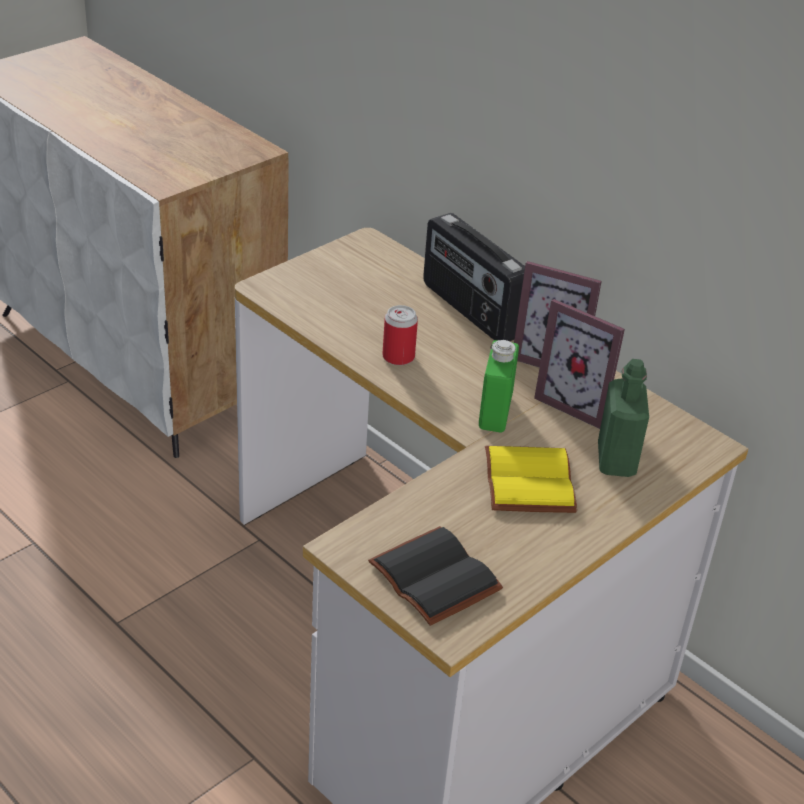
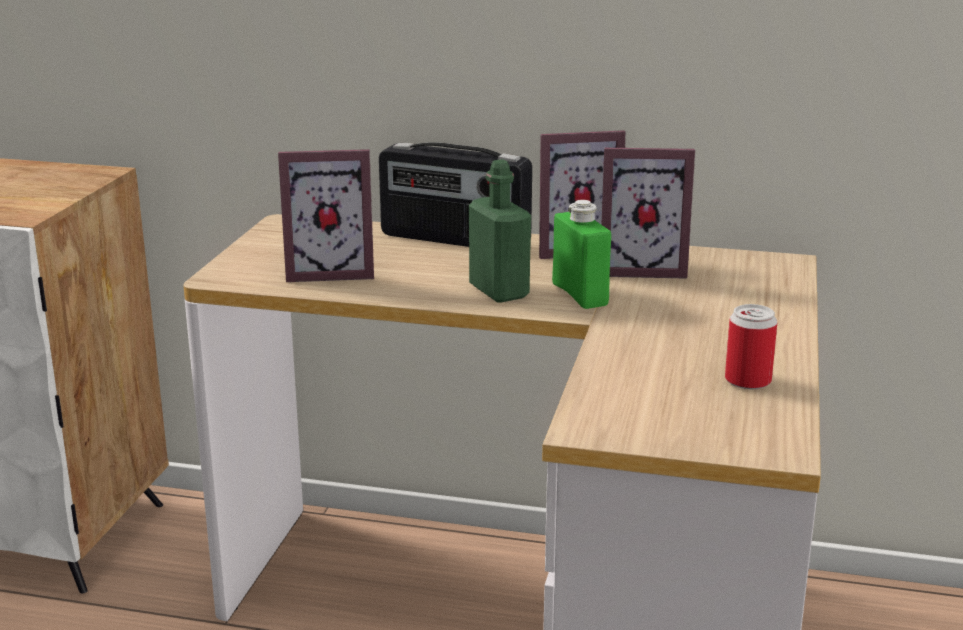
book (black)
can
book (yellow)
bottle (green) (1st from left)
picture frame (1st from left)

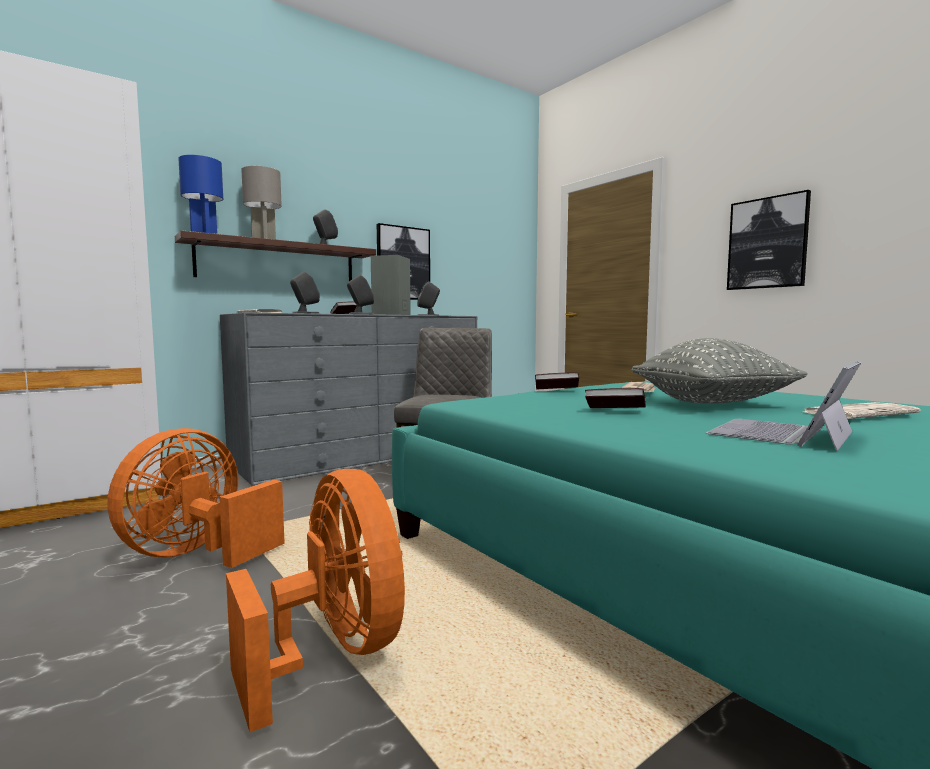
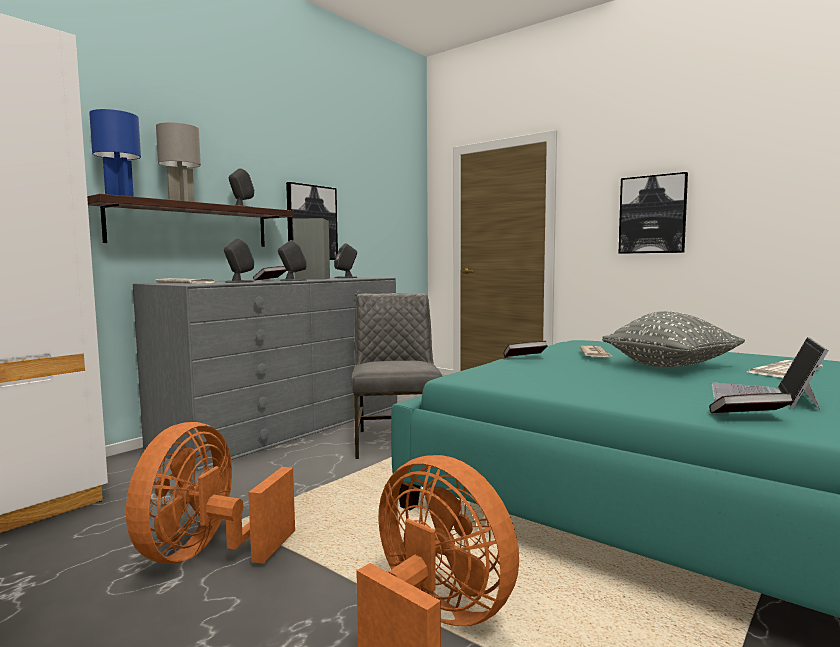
book (3rd from left)

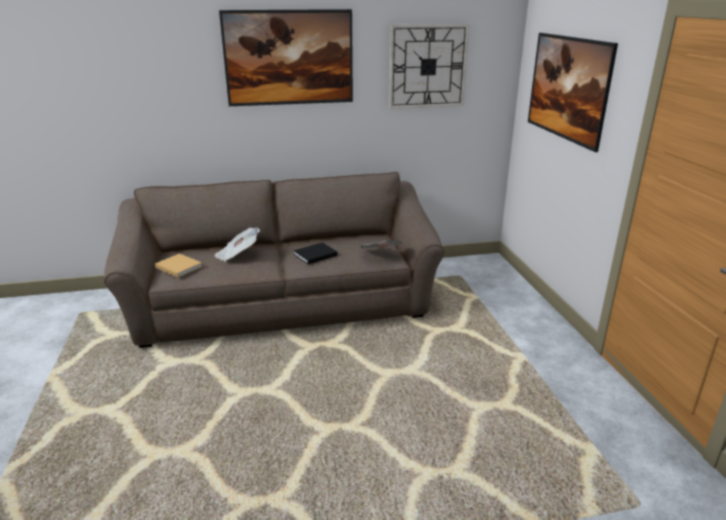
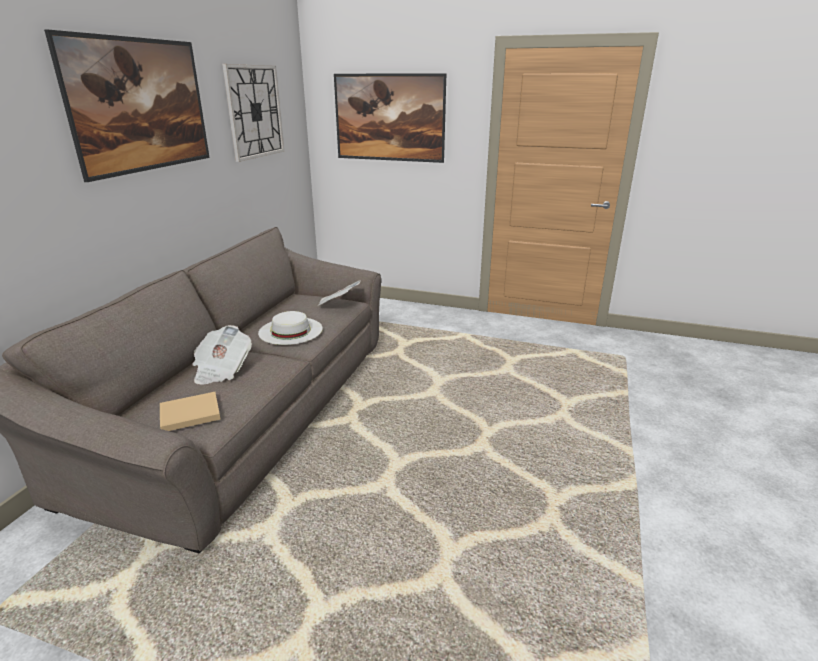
hat (white)

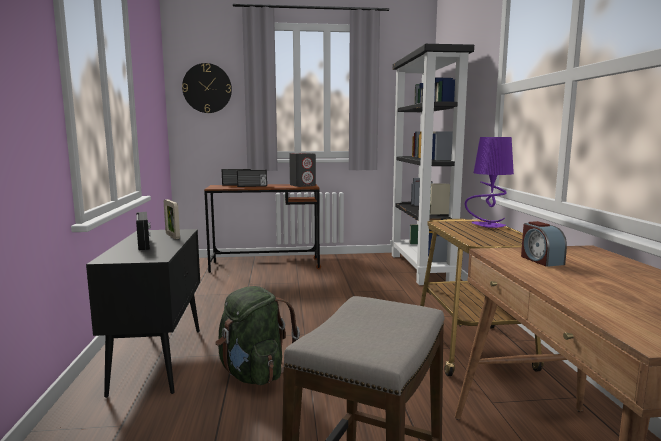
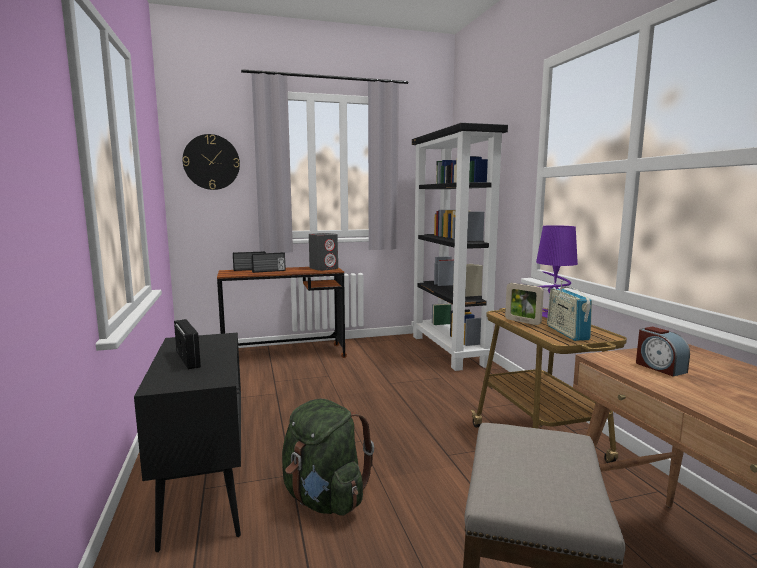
picture frame
radio (4th from left)

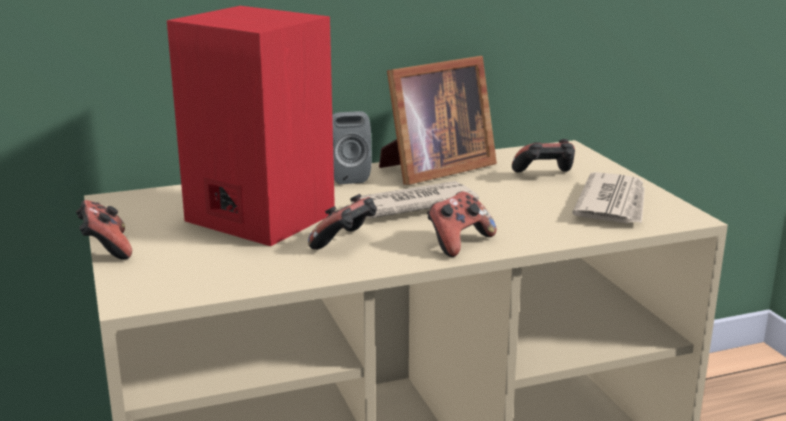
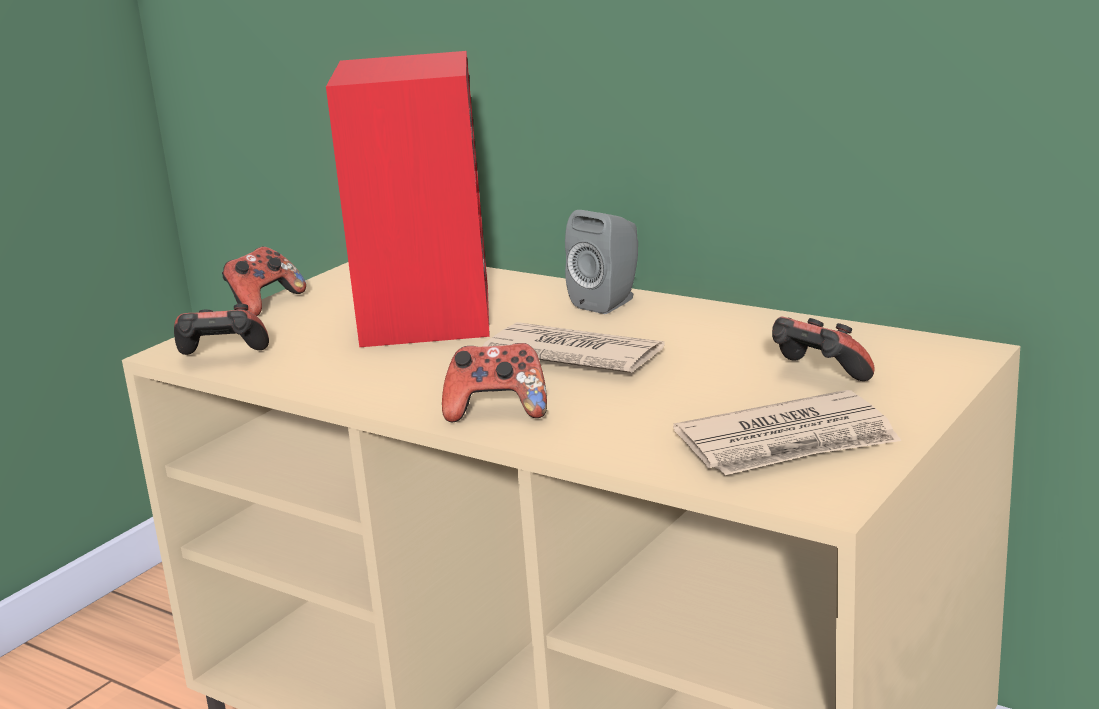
game controller (1st from left)
picture frame

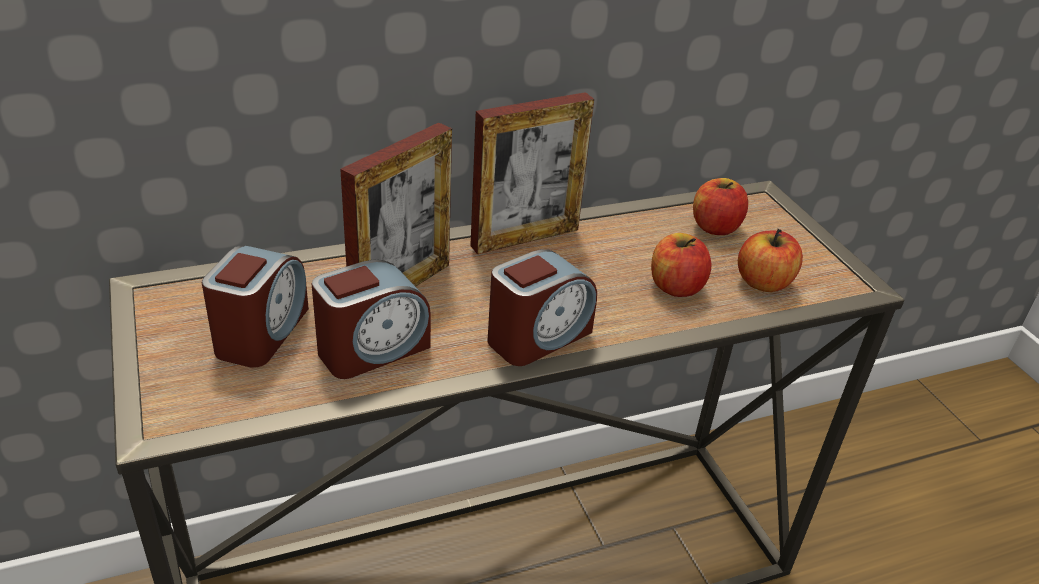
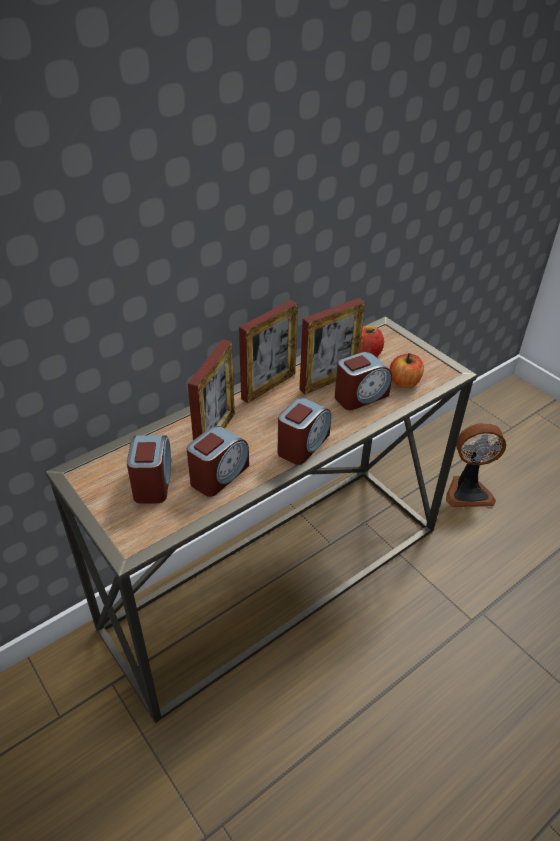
alarm clock (4th from left)
picture frame (3rd from left)
fan

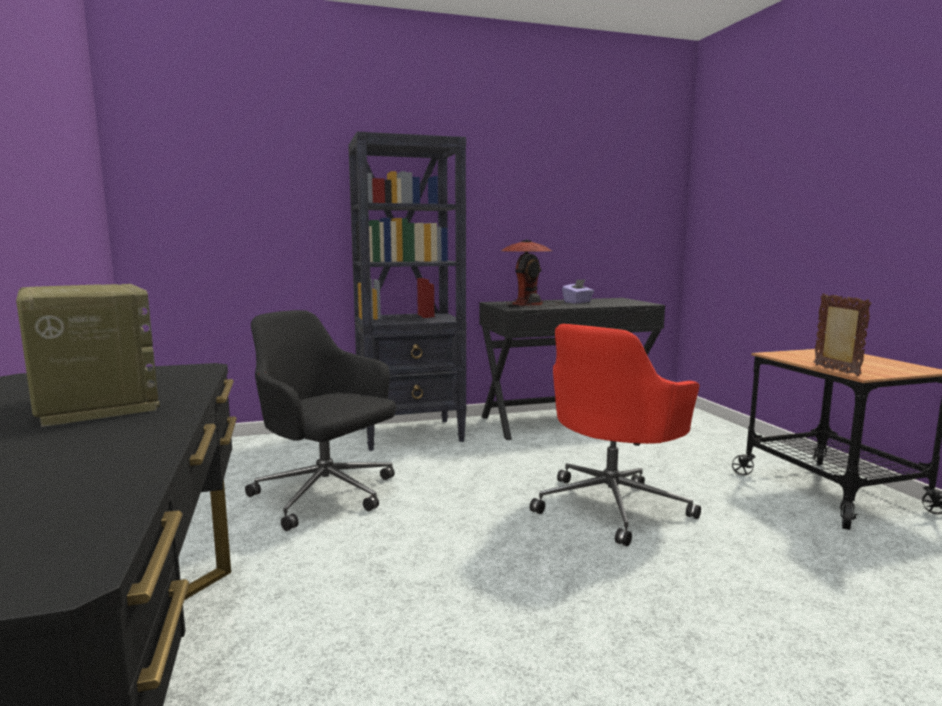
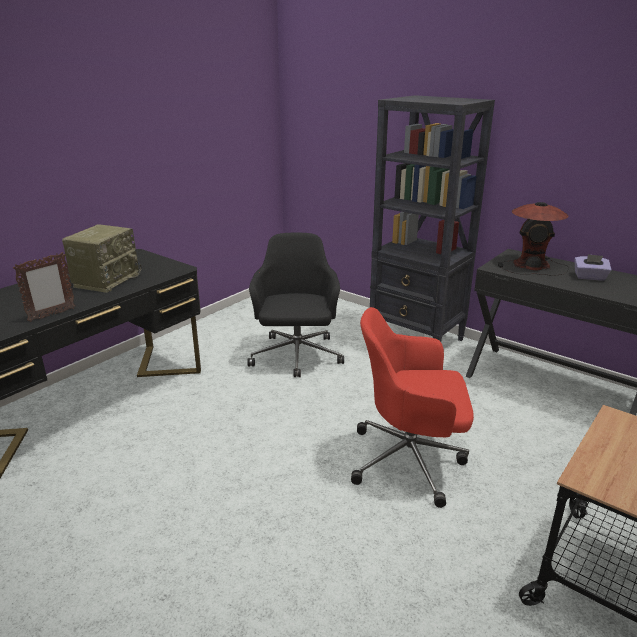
picture frame

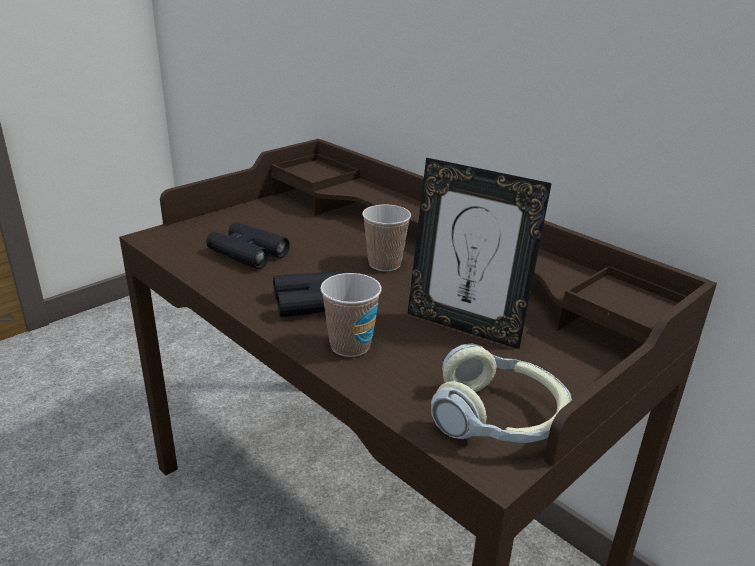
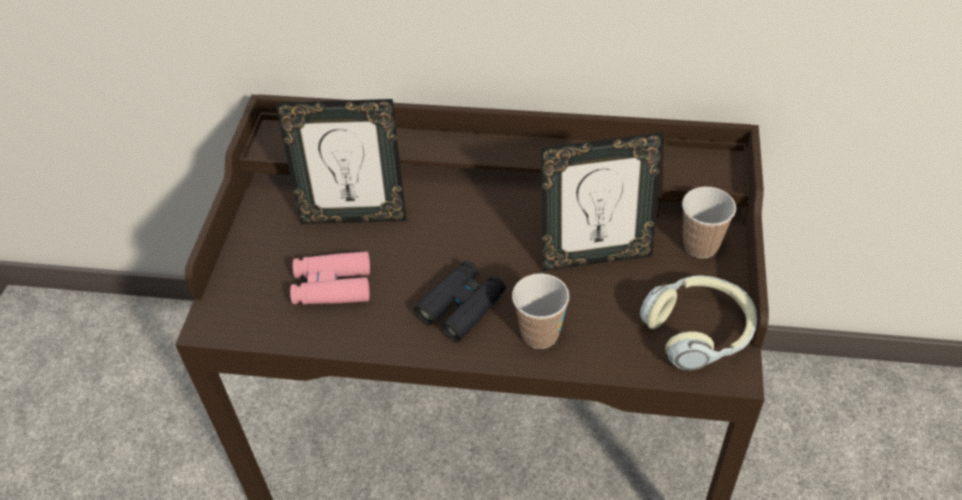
binoculars (pink)
cup (2nd from left)
picture frame (1st from left)

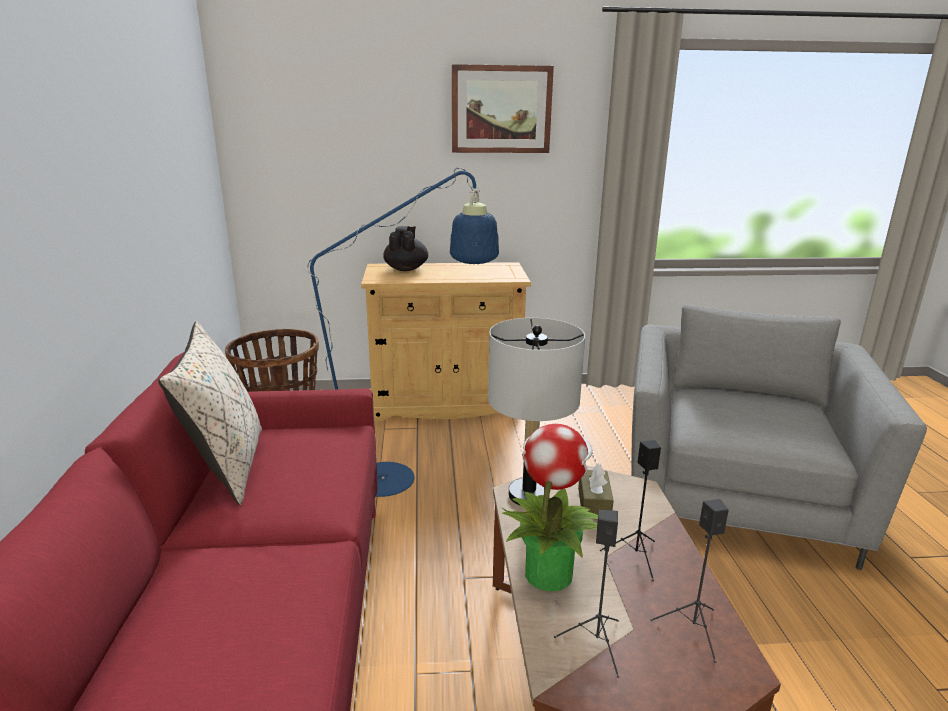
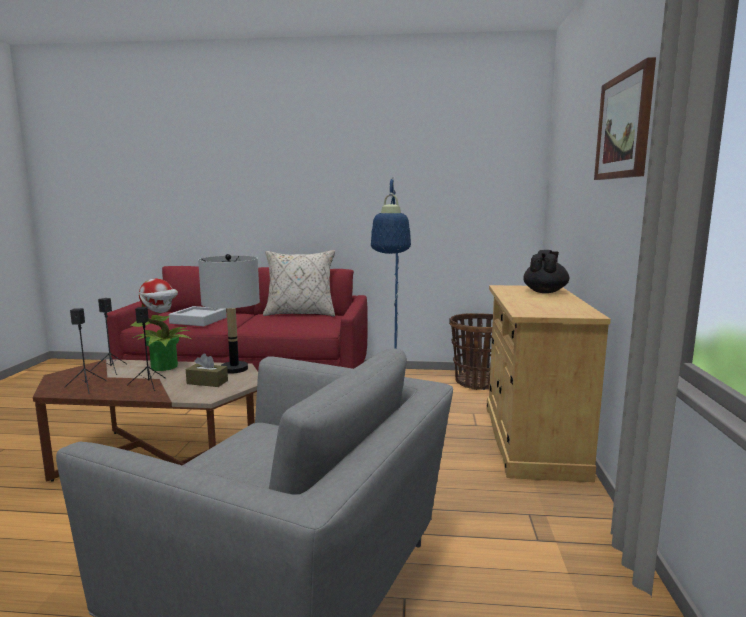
teapot (black)
tray (grey)

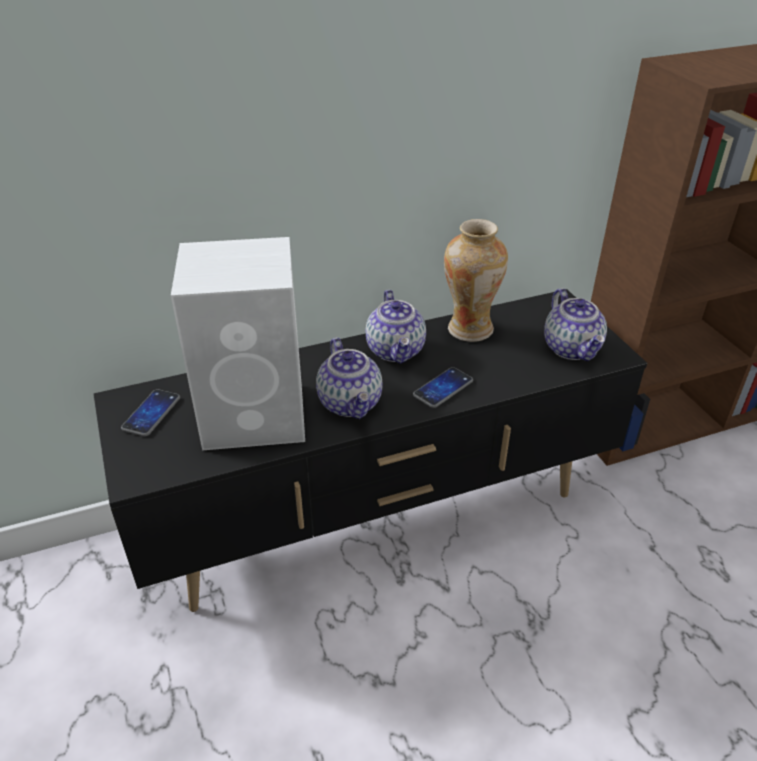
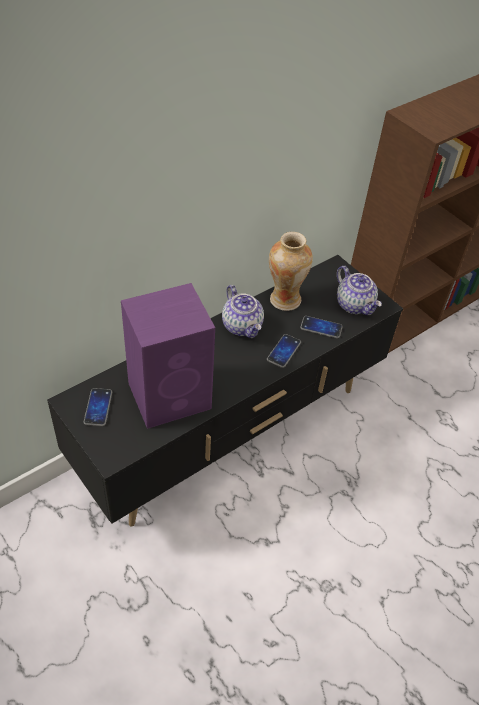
speaker (purple)
teapot (1st from left in the first image)
phone (3rd from left)

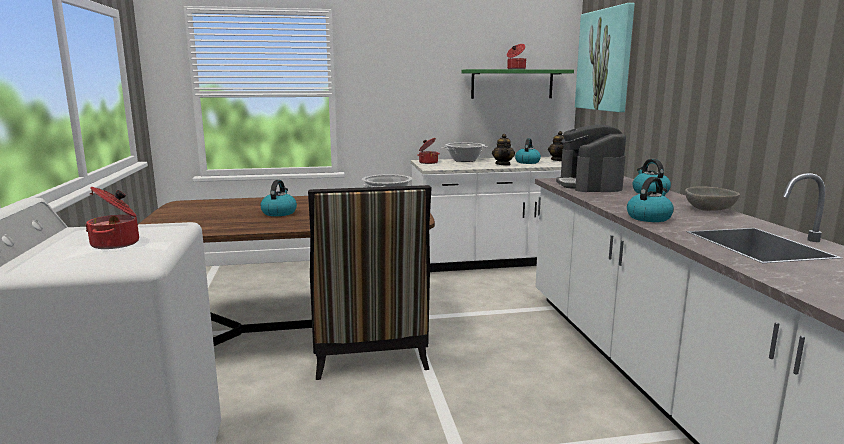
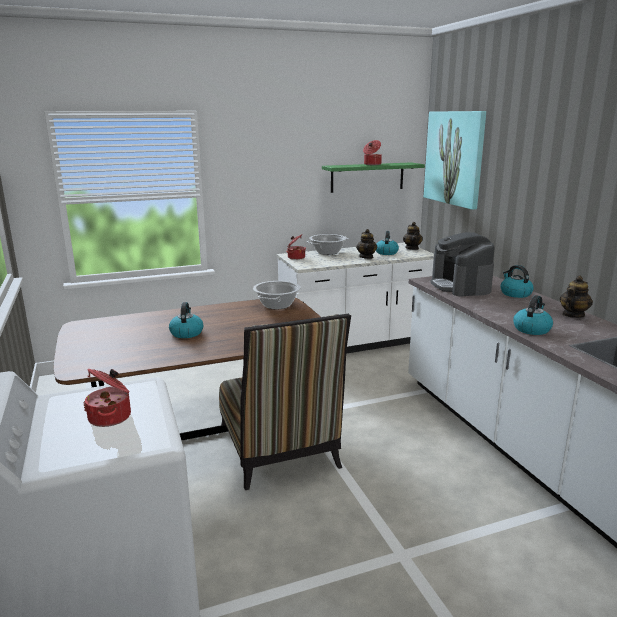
teapot (3rd from left)

